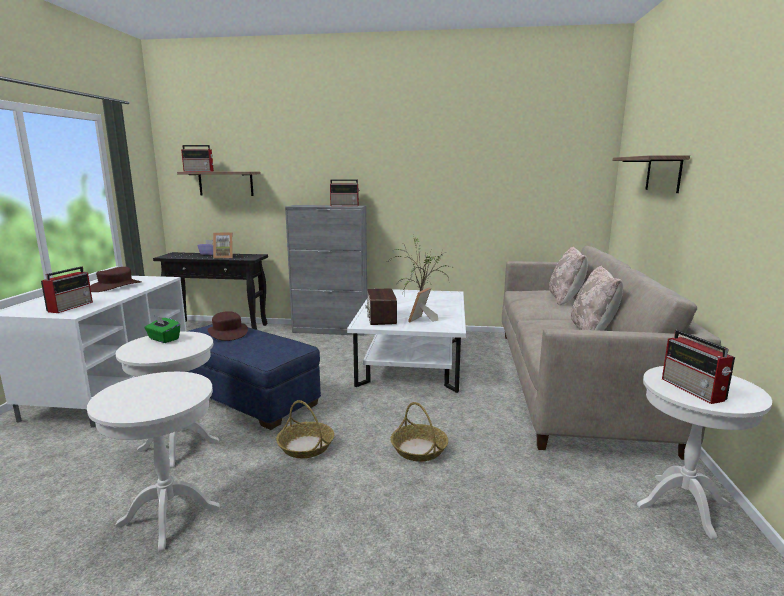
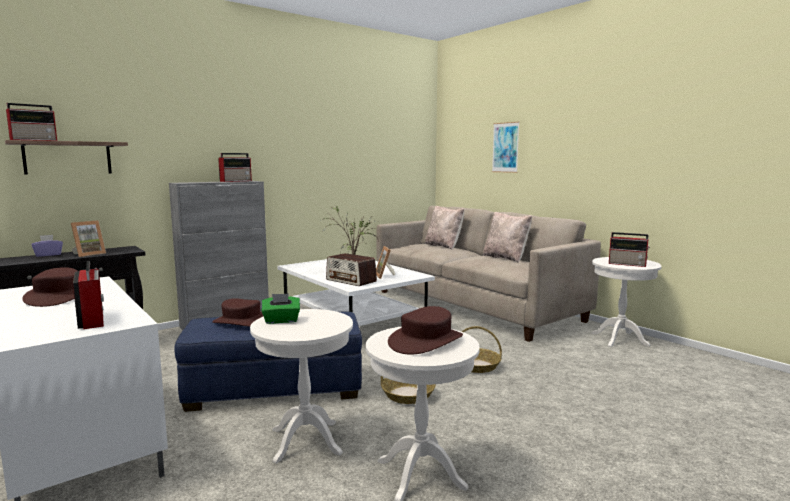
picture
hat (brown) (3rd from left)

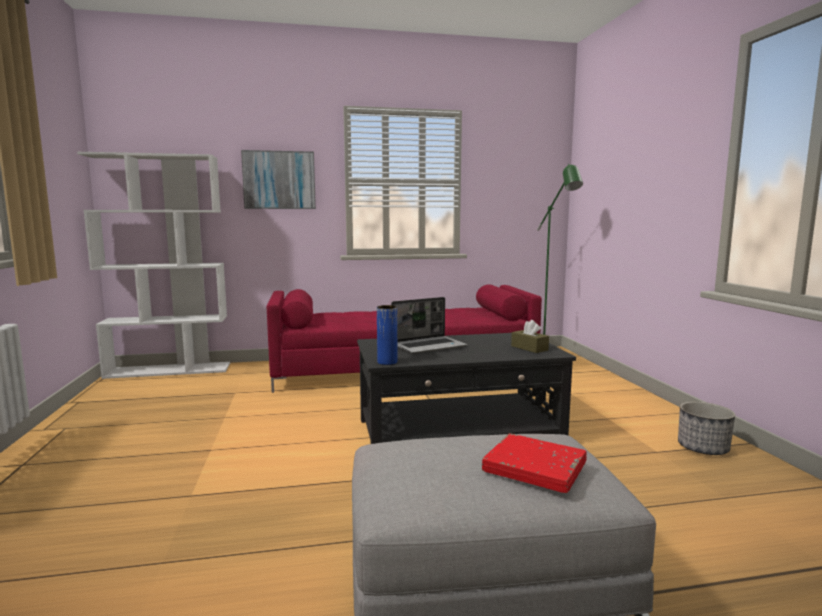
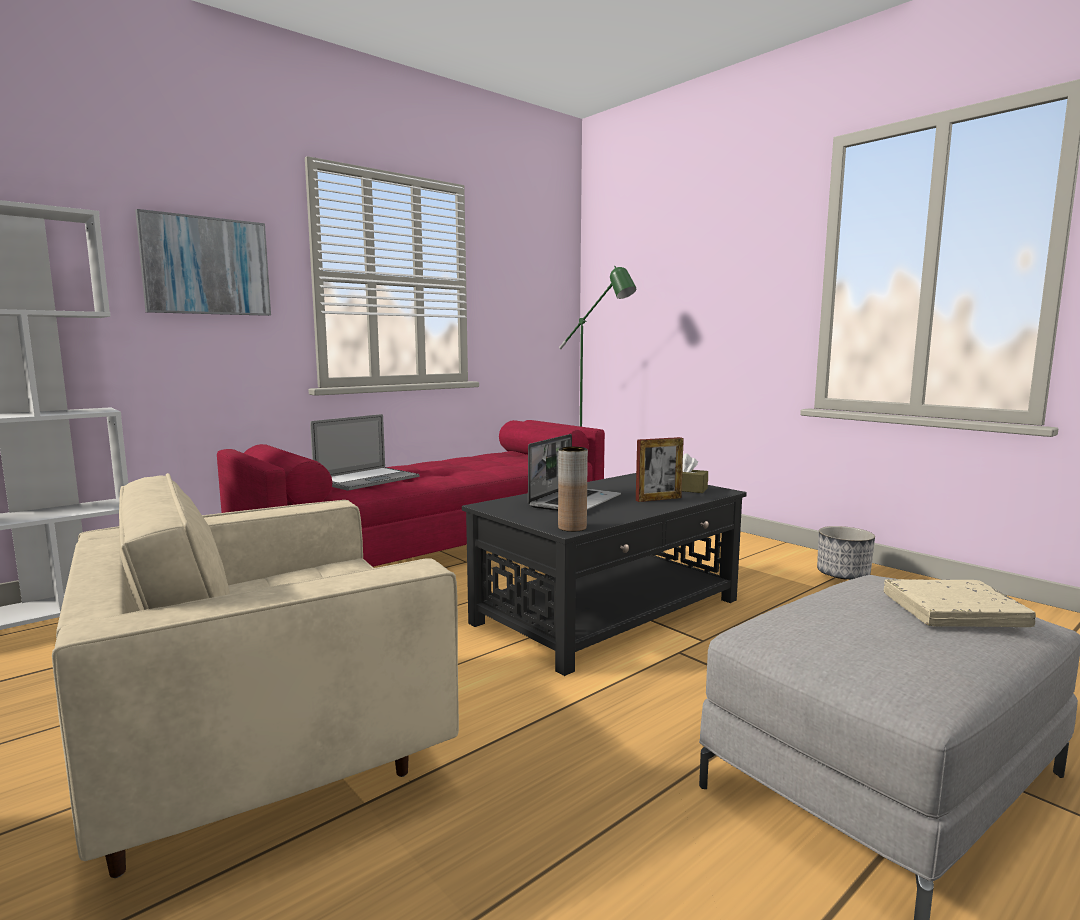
vase (brown)
book (beige)
armchair (beige)
laptop (1st from left)
picture frame

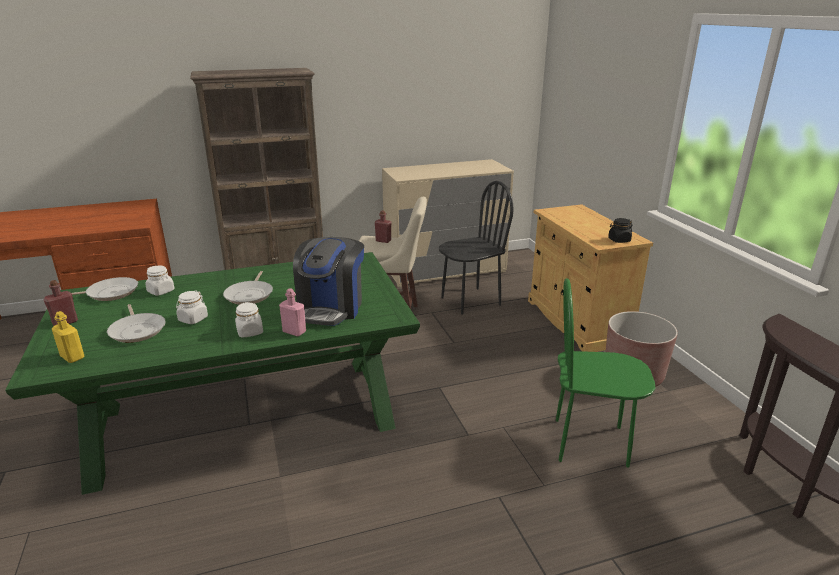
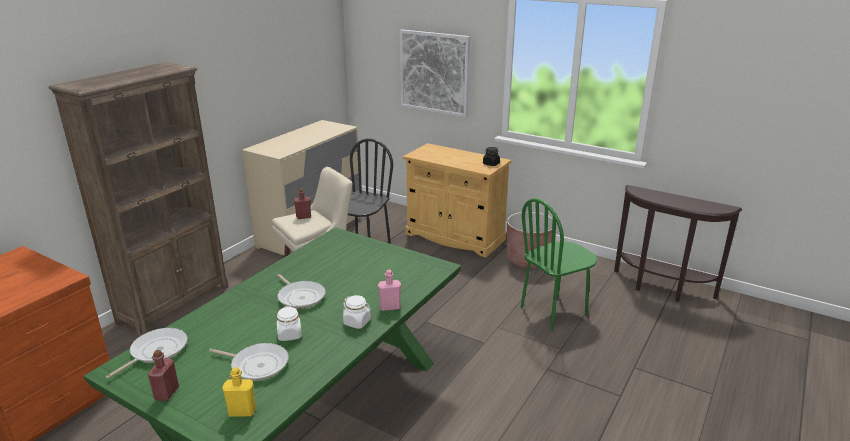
jar (white) (1st from left in the first image)
coffee machine
picture

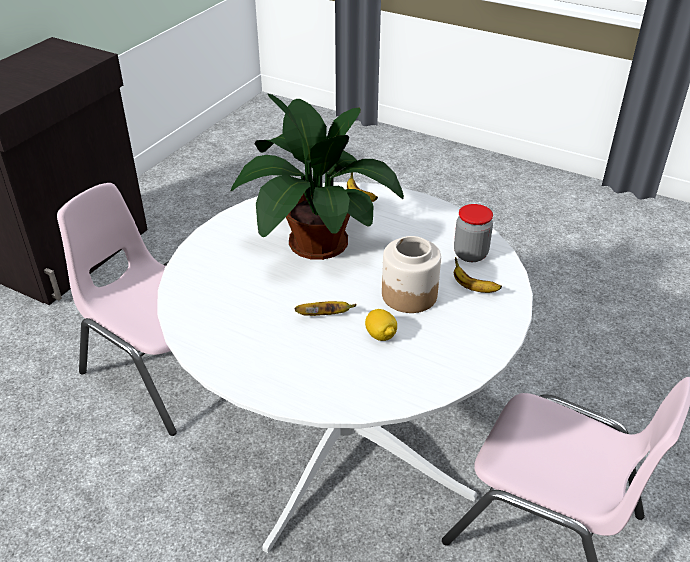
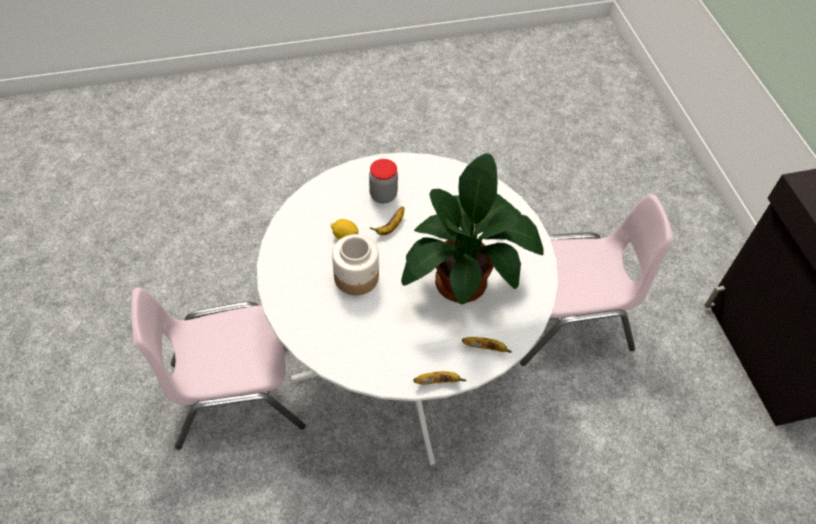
jar (2nd from left)
banana (2nd from left)

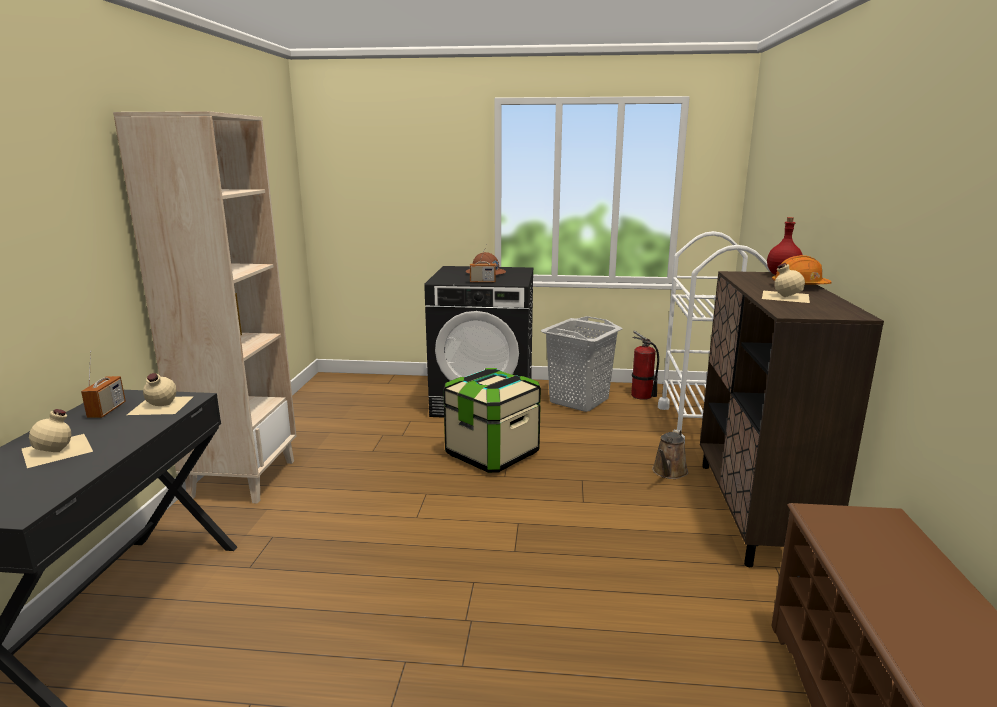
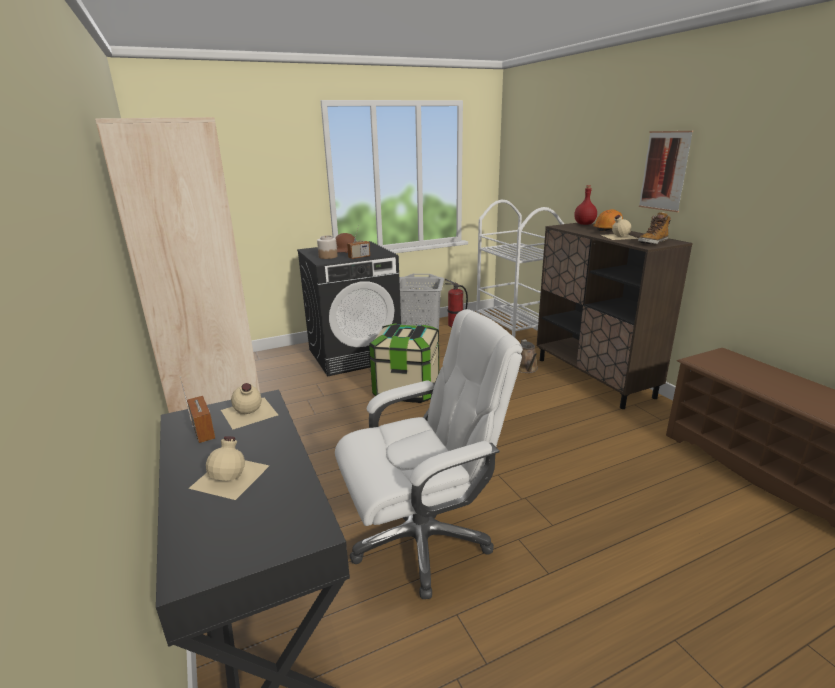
jar
office chair (white)
boot
picture

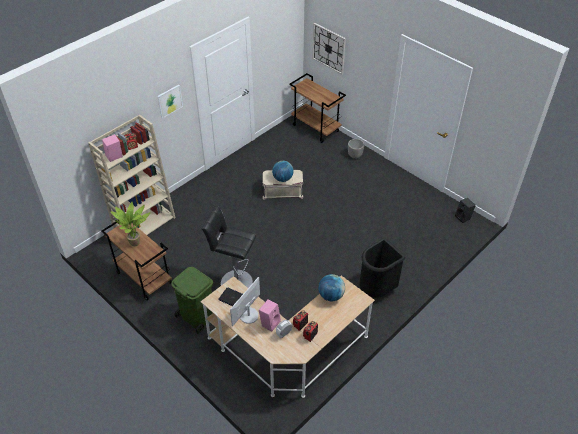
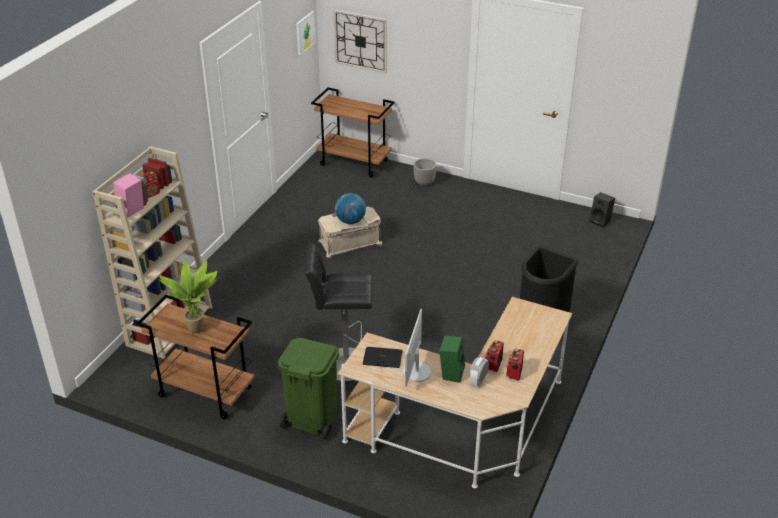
picture
speaker (green)
globe (2nd from left in the first image)

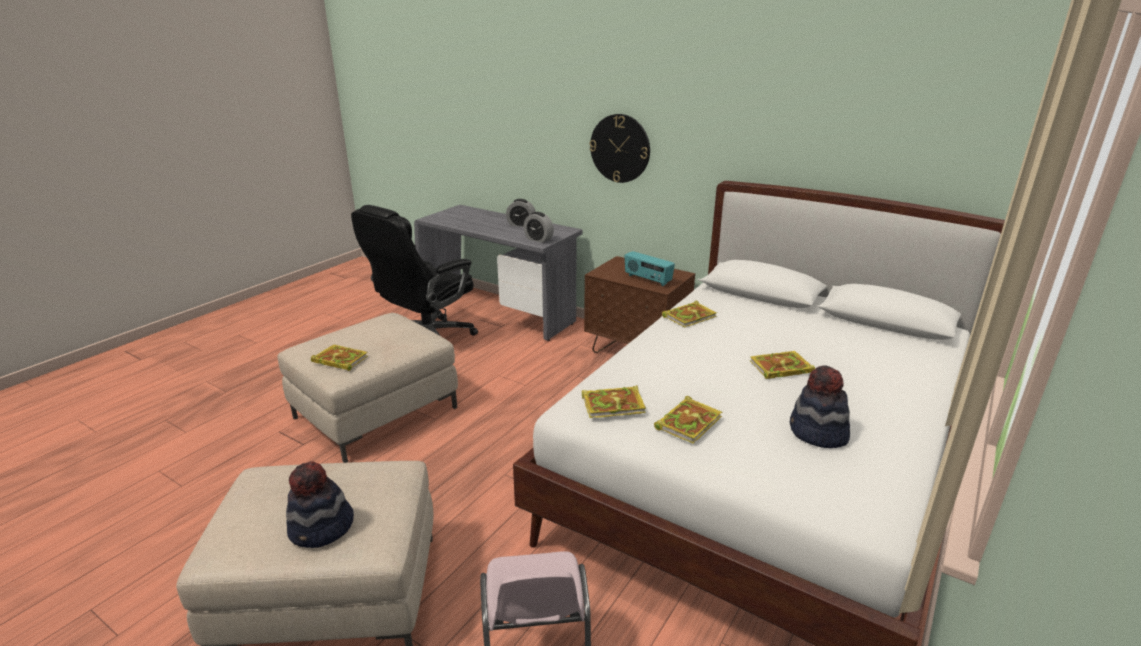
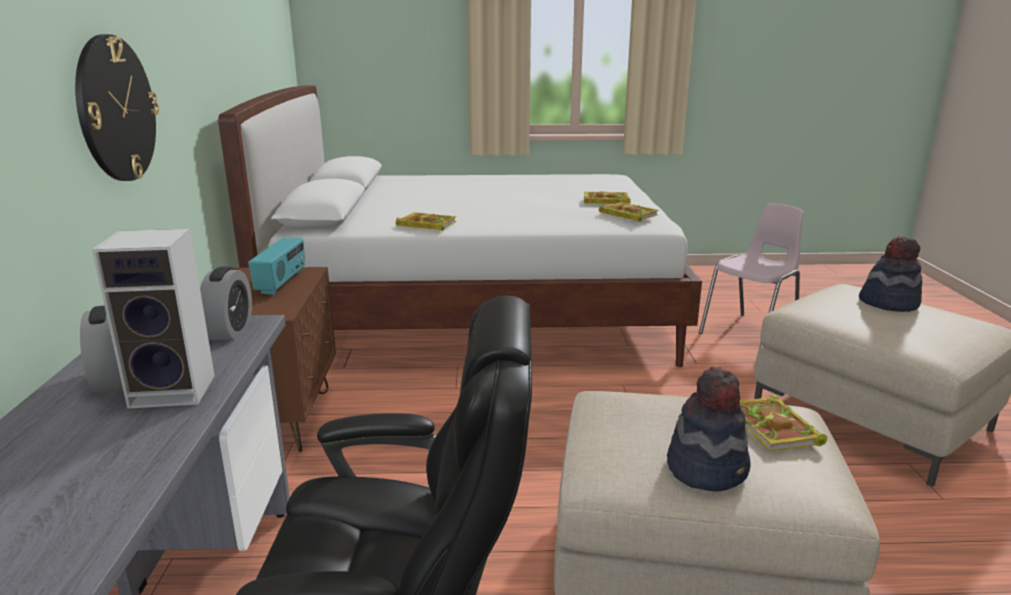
book (5th from left in the first image)
hat (1st from left)
speaker

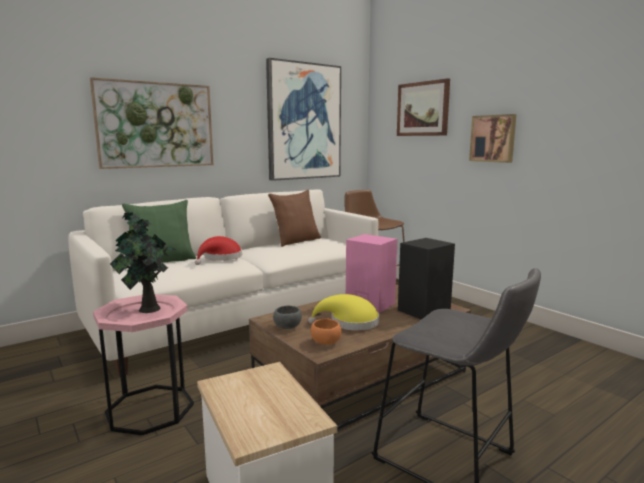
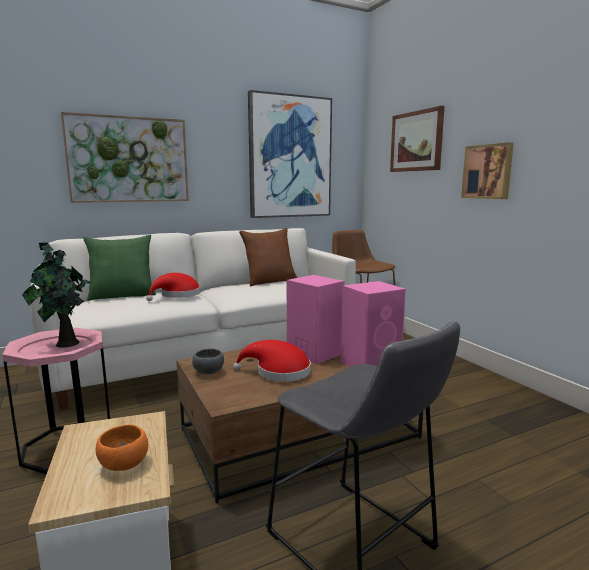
hat (red) (2nd from left)
bowl (orange)
speaker (pink) (2nd from left)

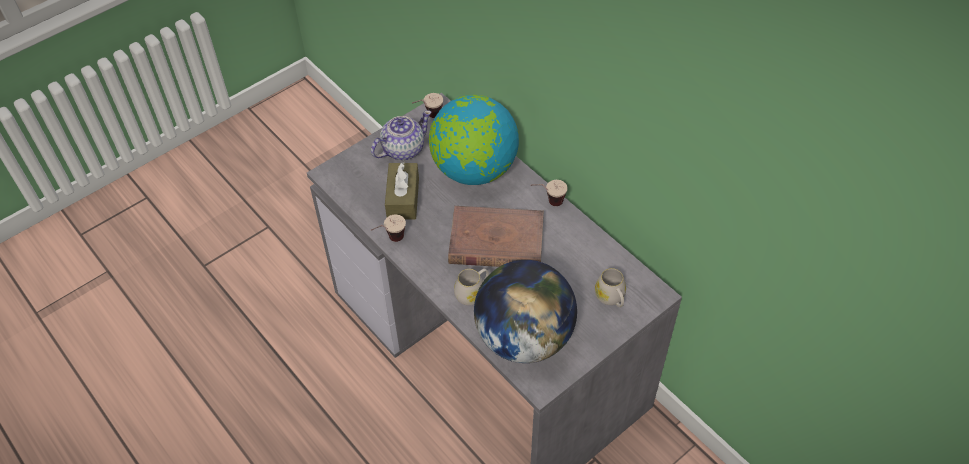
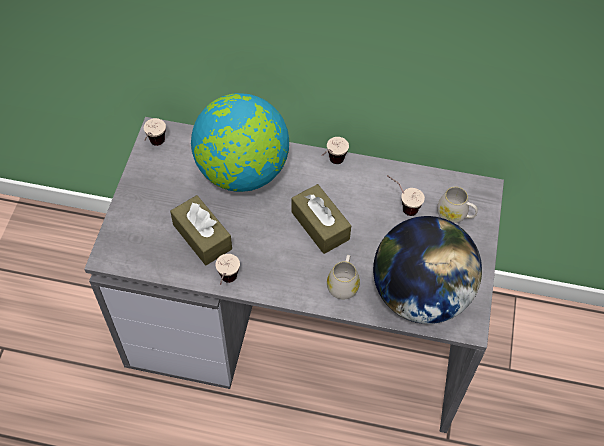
teapot
tissue box (brown) (2nd from left)
cup (4th from left)

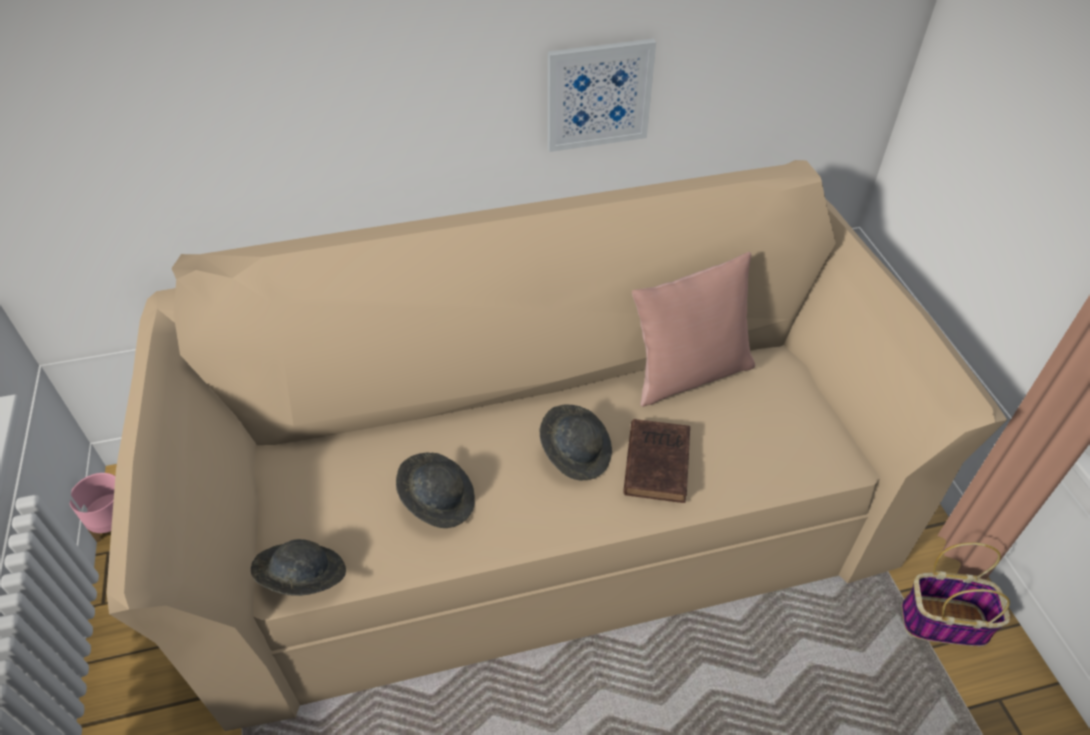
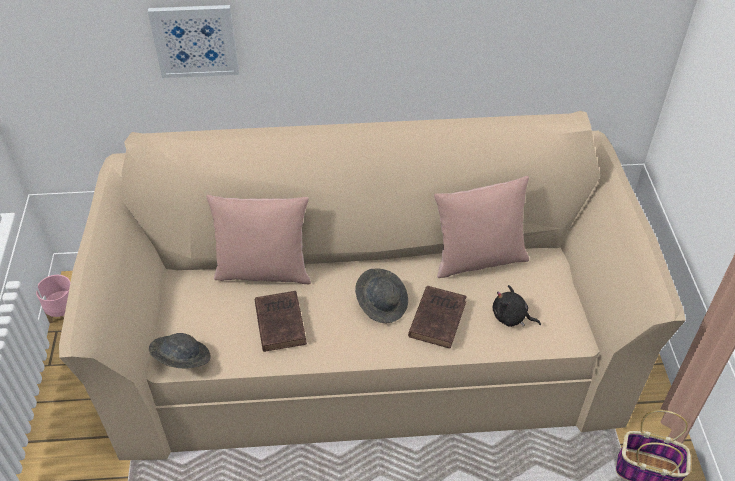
book (brown) (1st from left)
picture
pillow (pink) (1st from left)
plush toy (black)

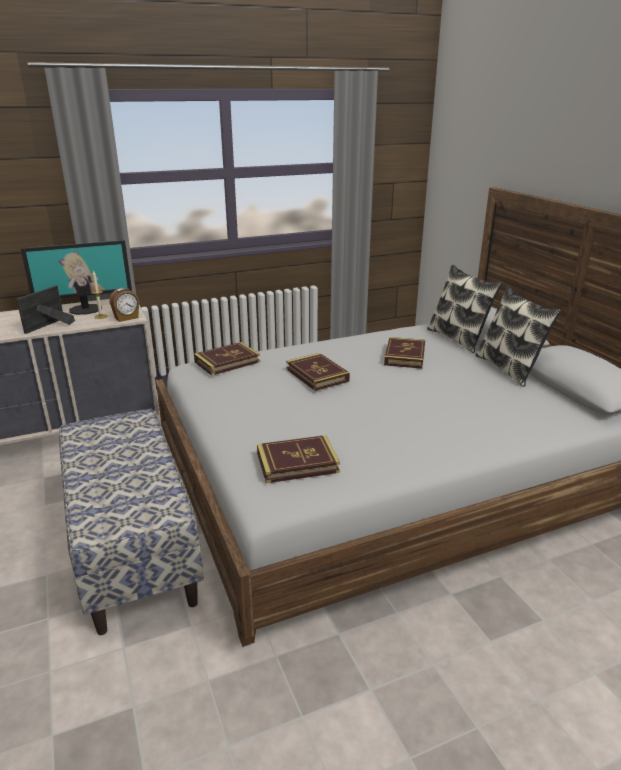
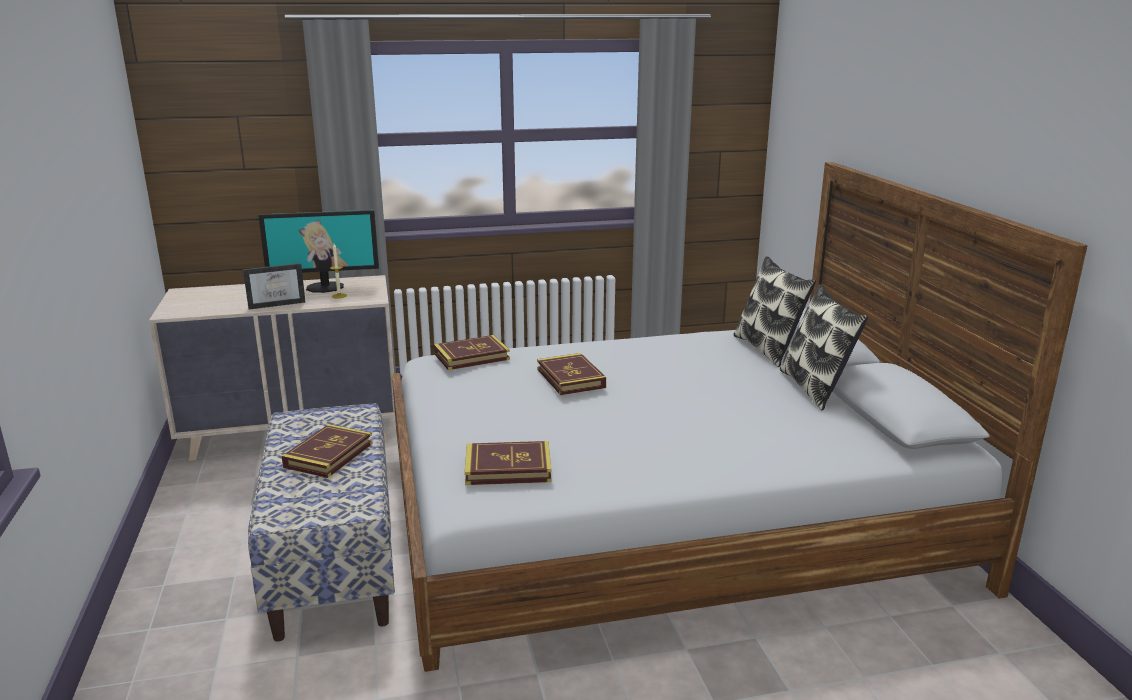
picture frame
alarm clock
book (1st from left)

